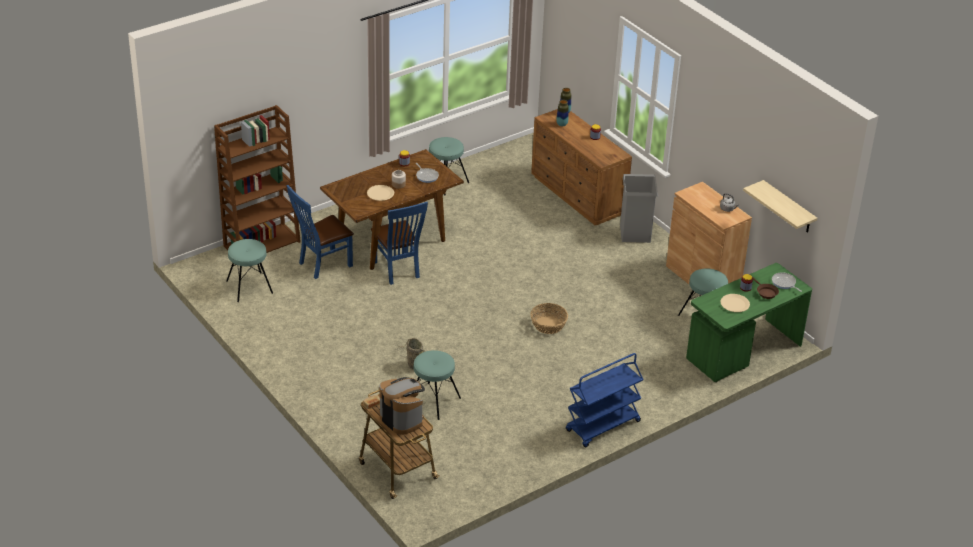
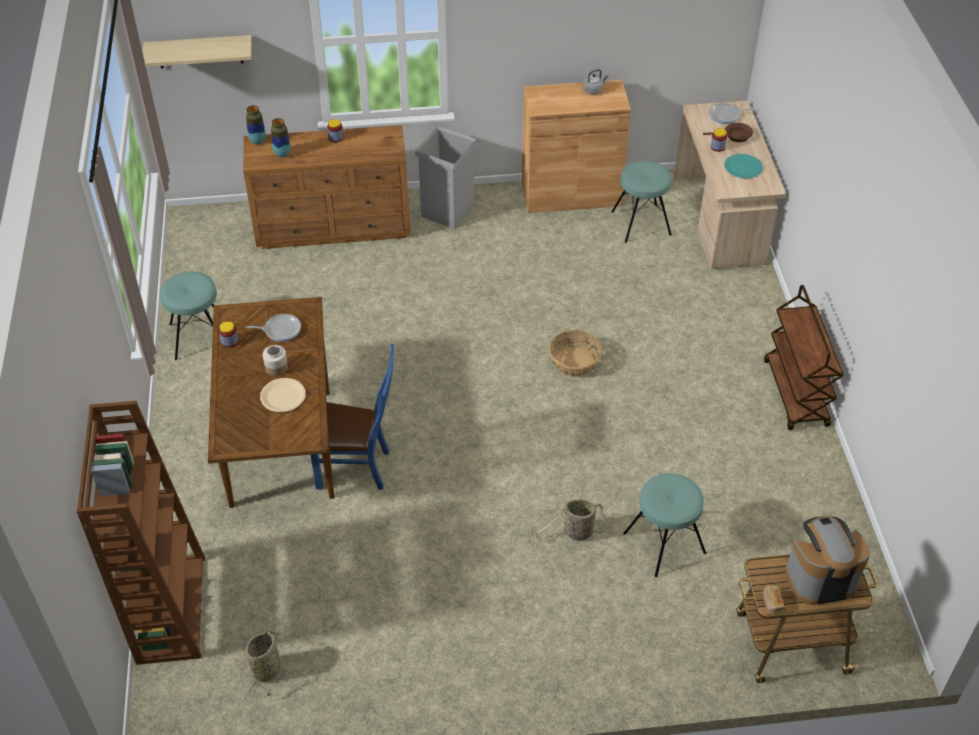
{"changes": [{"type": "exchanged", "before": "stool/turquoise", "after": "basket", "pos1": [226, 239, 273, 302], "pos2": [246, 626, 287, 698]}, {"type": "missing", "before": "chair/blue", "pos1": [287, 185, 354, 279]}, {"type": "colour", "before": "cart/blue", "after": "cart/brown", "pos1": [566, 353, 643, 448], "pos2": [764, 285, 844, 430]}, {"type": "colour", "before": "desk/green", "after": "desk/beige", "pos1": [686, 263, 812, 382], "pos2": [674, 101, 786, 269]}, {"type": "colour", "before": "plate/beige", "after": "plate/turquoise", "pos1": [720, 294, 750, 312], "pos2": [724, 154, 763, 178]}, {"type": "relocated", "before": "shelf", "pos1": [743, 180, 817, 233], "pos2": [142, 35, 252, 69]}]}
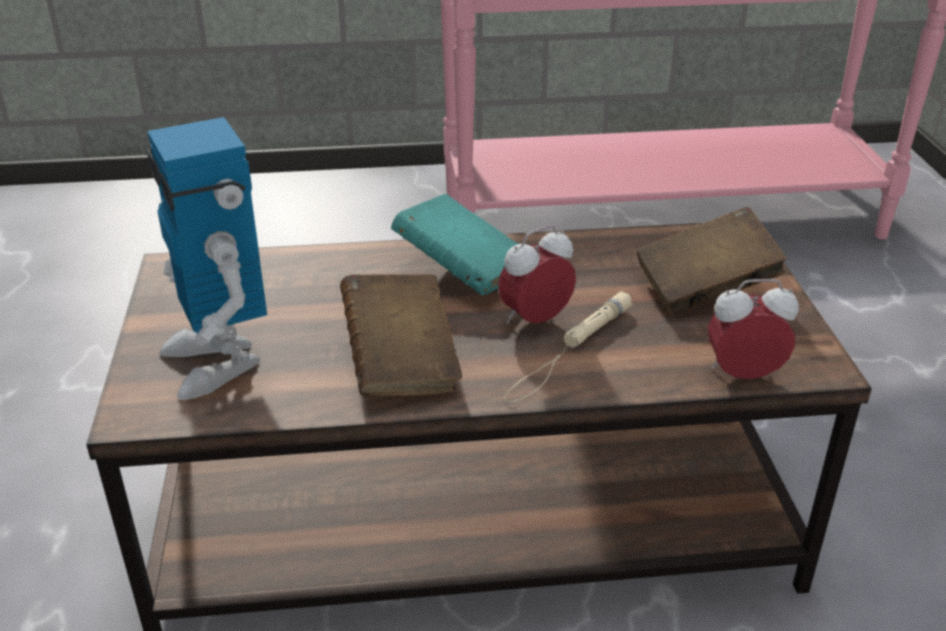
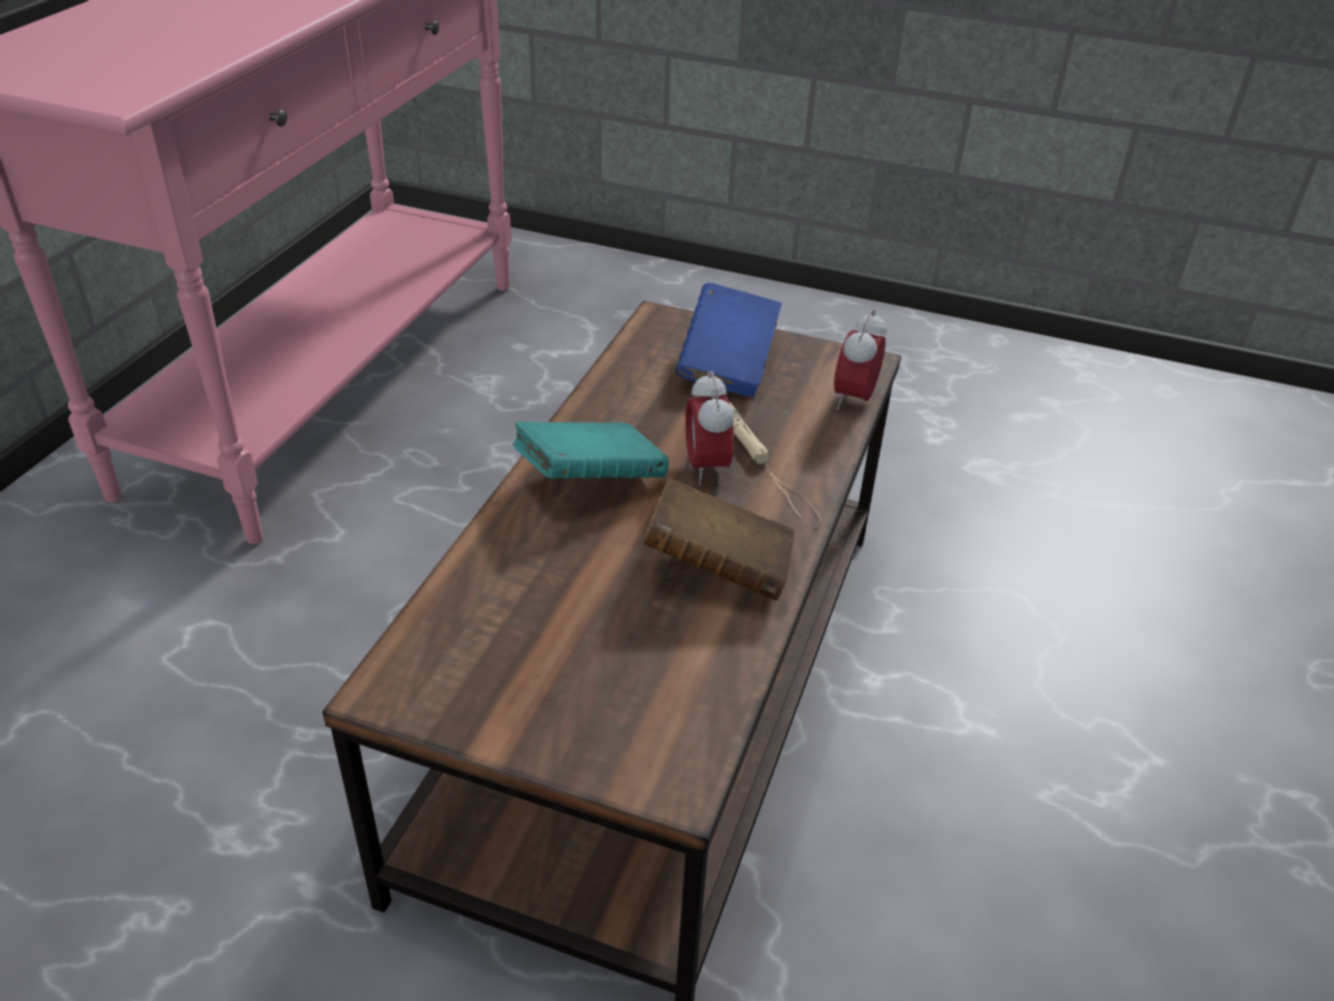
{"changes": [{"type": "missing", "before": "toy robot", "pos1": [147, 117, 267, 400]}, {"type": "colour", "before": "book/brown", "after": "book/blue", "pos1": [637, 207, 787, 315], "pos2": [676, 283, 782, 397]}]}
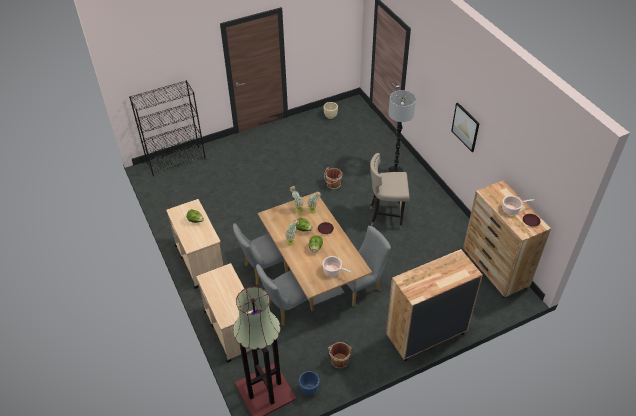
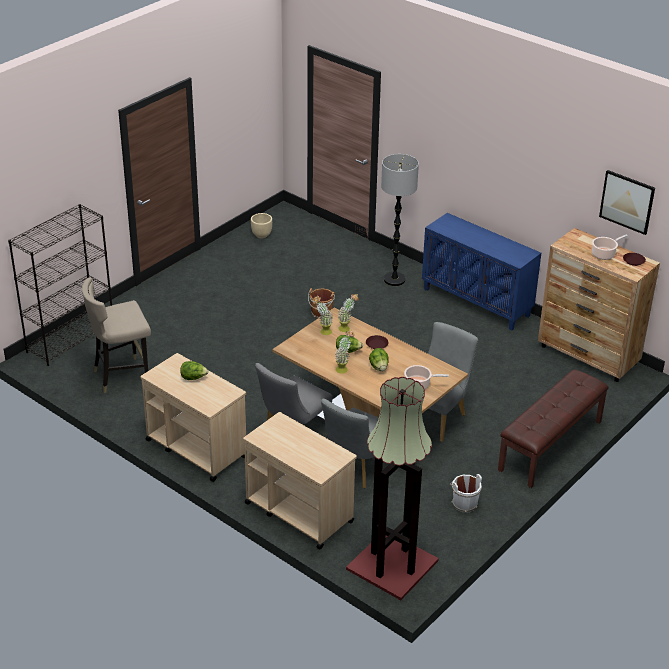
{"changes": [{"type": "missing", "before": "planter/blue", "pos1": [299, 371, 320, 395]}, {"type": "colour", "before": "bucket/brown", "after": "bucket/white", "pos1": [328, 342, 351, 369], "pos2": [450, 474, 482, 512]}, {"type": "relocated", "before": "stool/beige", "pos1": [370, 153, 409, 229], "pos2": [82, 278, 151, 393]}, {"type": "exchanged", "before": "dresser/brown", "after": "bench/brown", "pos1": [386, 249, 483, 361], "pos2": [498, 370, 609, 488]}, {"type": "relocated", "before": "picture", "pos1": [451, 102, 480, 152], "pos2": [599, 170, 655, 235]}, {"type": "appeared", "after": "cabinet/blue", "pos2": [422, 213, 541, 330]}]}
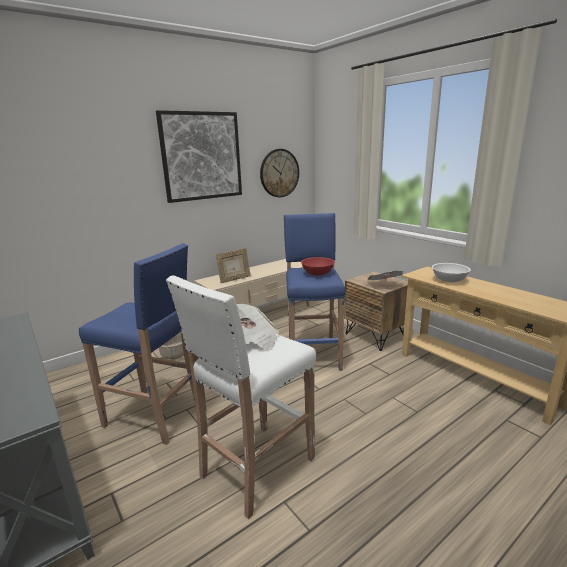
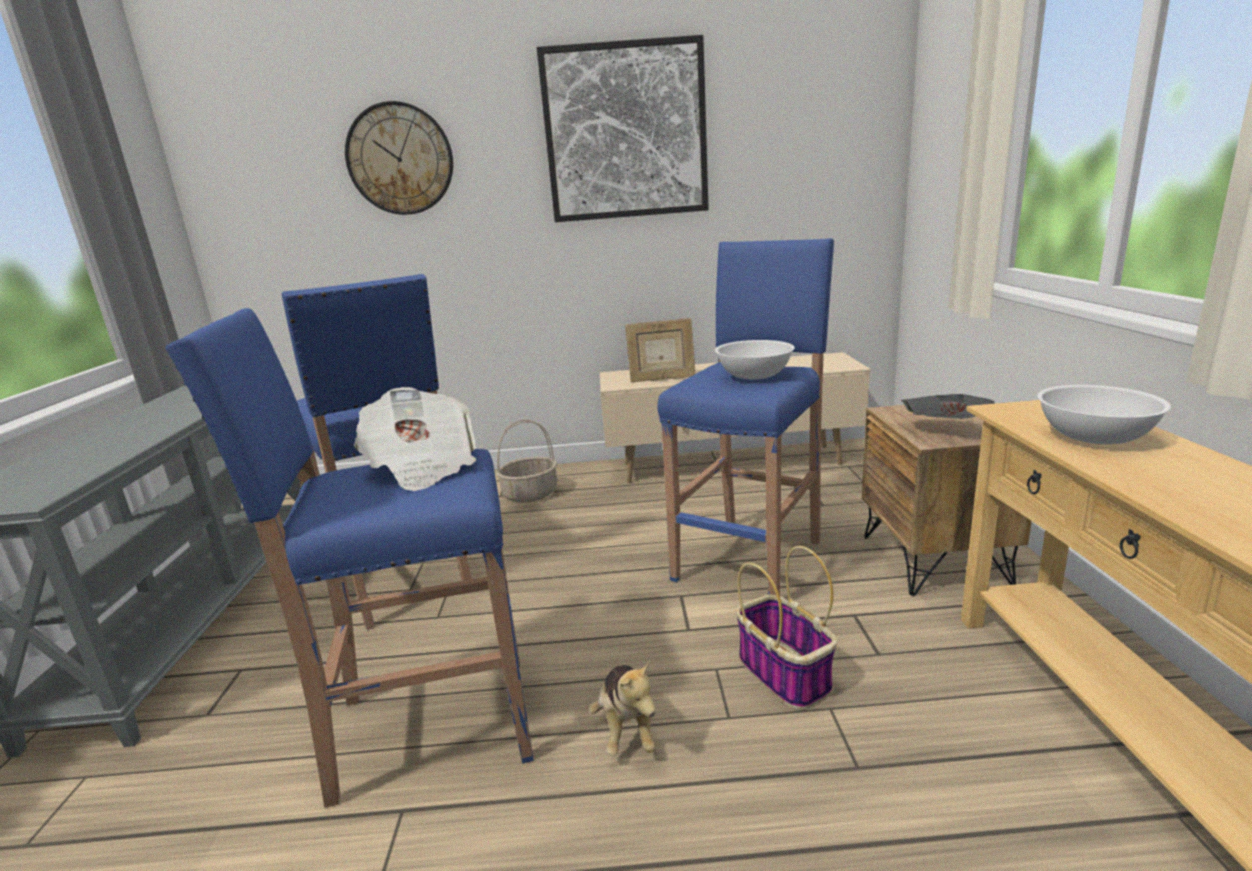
{"changes": [{"type": "colour", "before": "stool/white", "after": "stool/blue", "pos1": [166, 275, 316, 519], "pos2": [165, 308, 534, 808]}, {"type": "relocated", "before": "wall clock", "pos1": [260, 149, 299, 197], "pos2": [345, 101, 453, 215]}, {"type": "colour", "before": "bowl/red", "after": "bowl/white", "pos1": [301, 257, 335, 275], "pos2": [715, 340, 795, 379]}, {"type": "appeared", "after": "plush toy", "pos2": [588, 660, 656, 756]}, {"type": "appeared", "after": "basket", "pos2": [736, 546, 837, 710]}]}
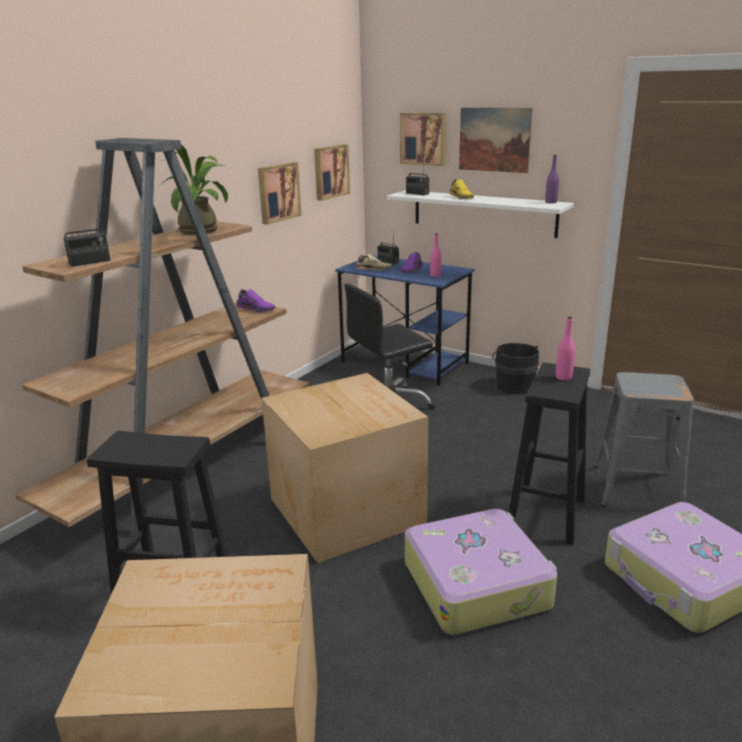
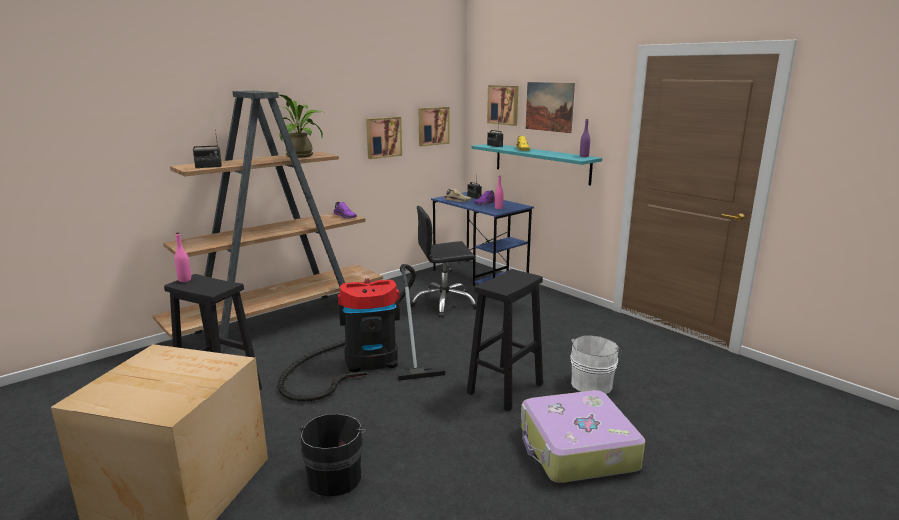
{"changes": [{"type": "exchanged", "before": "cardboard box", "after": "vacuum cleaner", "pos1": [262, 373, 428, 563], "pos2": [278, 264, 445, 402]}, {"type": "colour", "before": "shelf/white", "after": "shelf/turquoise", "pos1": [387, 190, 574, 238], "pos2": [471, 144, 602, 186]}, {"type": "missing", "before": "suitcase", "pos1": [405, 509, 557, 635]}, {"type": "relocated", "before": "bucket/black", "pos1": [492, 343, 539, 394], "pos2": [300, 414, 366, 496]}, {"type": "relocated", "before": "bottle/pink", "pos1": [556, 316, 575, 381], "pos2": [174, 232, 191, 282]}, {"type": "exchanged", "before": "stool/grey", "after": "bucket/white", "pos1": [594, 372, 694, 507], "pos2": [570, 335, 622, 394]}]}
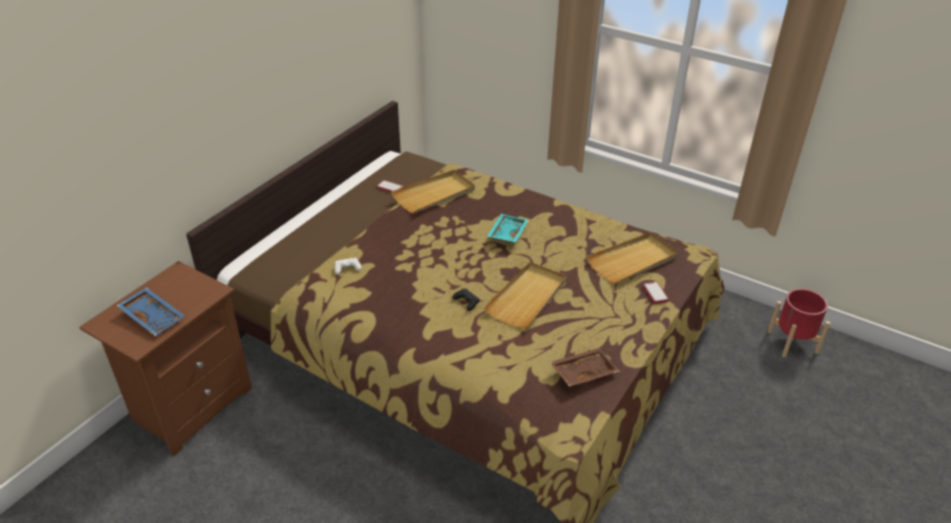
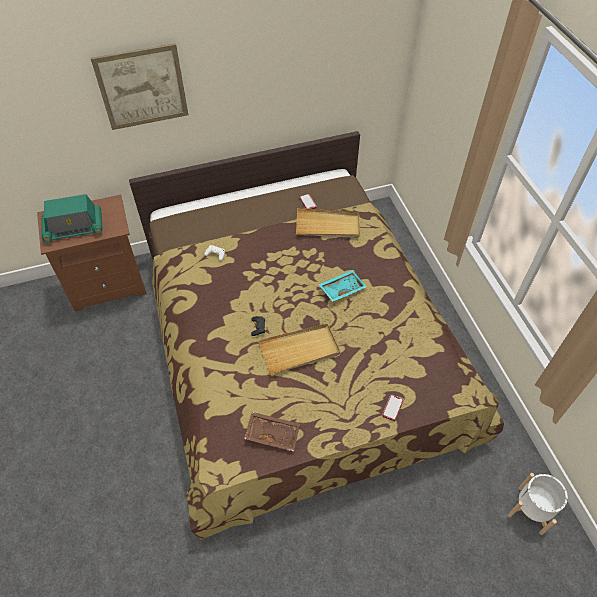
{"changes": [{"type": "exchanged", "before": "tray/blue", "after": "radio", "pos1": [117, 287, 185, 336], "pos2": [41, 194, 103, 243]}, {"type": "missing", "before": "tray/beige", "pos1": [586, 232, 678, 284]}, {"type": "colour", "before": "planter/red", "after": "planter/white", "pos1": [767, 289, 830, 357], "pos2": [508, 473, 568, 535]}, {"type": "appeared", "after": "picture", "pos2": [91, 43, 188, 130]}]}
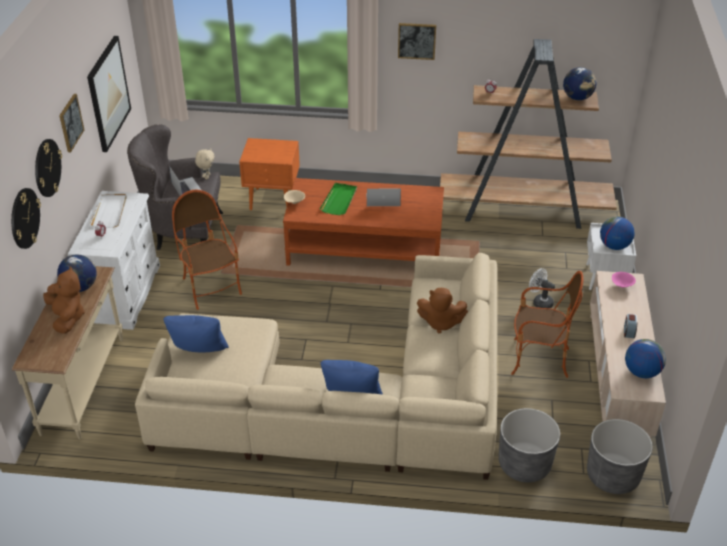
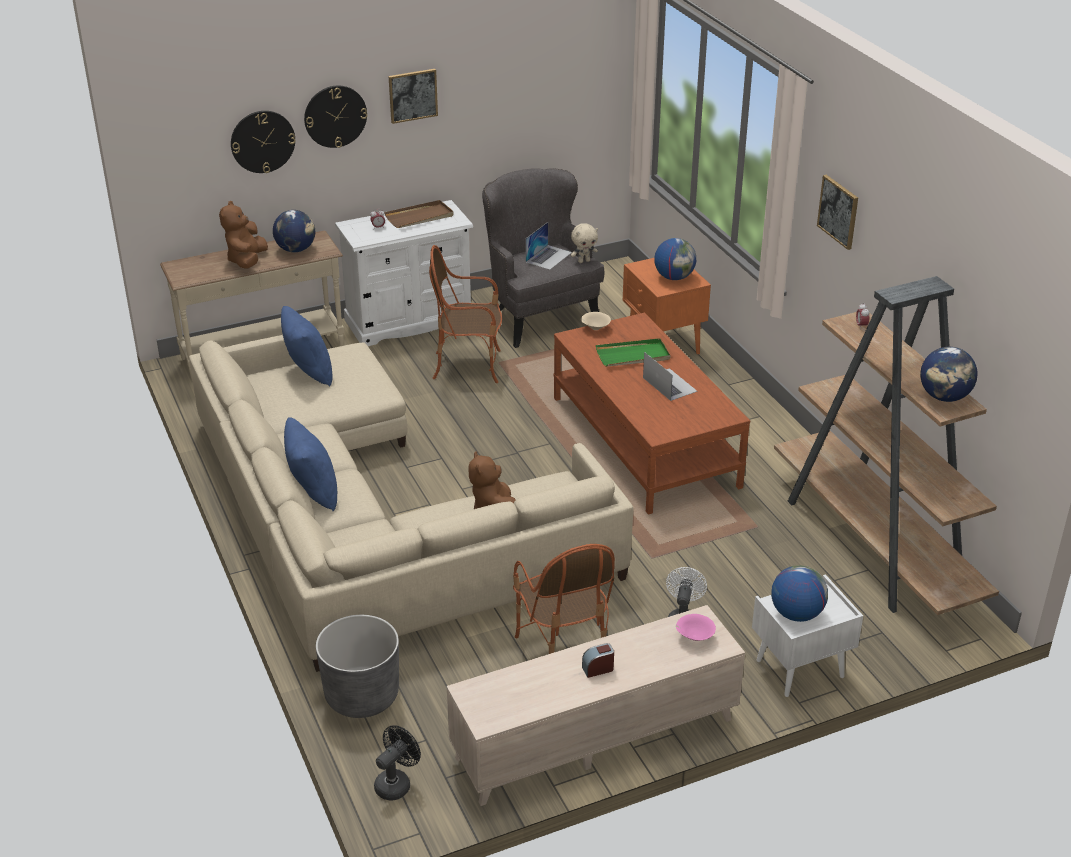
{"changes": [{"type": "spun", "before": "plush toy/brown", "pos1": [43, 267, 85, 334], "pos2": [219, 201, 268, 269], "turn": 150}, {"type": "missing", "before": "picture", "pos1": [87, 36, 131, 152]}, {"type": "colour", "before": "tray/white", "after": "tray/brown", "pos1": [90, 194, 126, 228], "pos2": [385, 200, 454, 228]}, {"type": "spun", "before": "armchair", "pos1": [172, 190, 242, 310], "pos2": [429, 245, 502, 383], "turn": -120}, {"type": "exchanged", "before": "planter/grey", "after": "fan/black", "pos1": [587, 419, 653, 494], "pos2": [374, 725, 421, 800]}, {"type": "relocated", "before": "globe", "pos1": [625, 339, 666, 378], "pos2": [654, 238, 696, 280]}]}
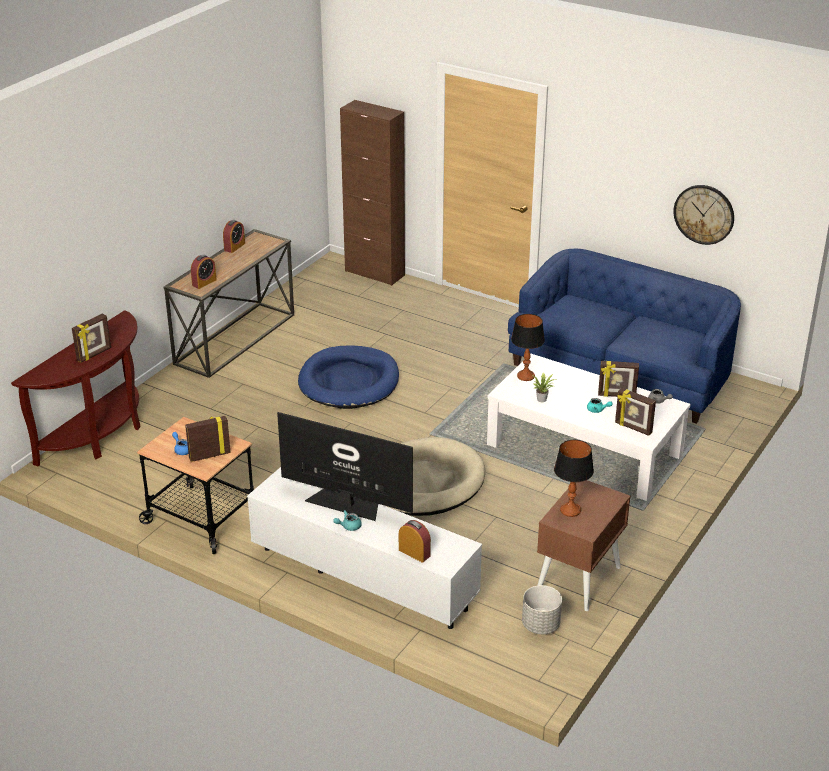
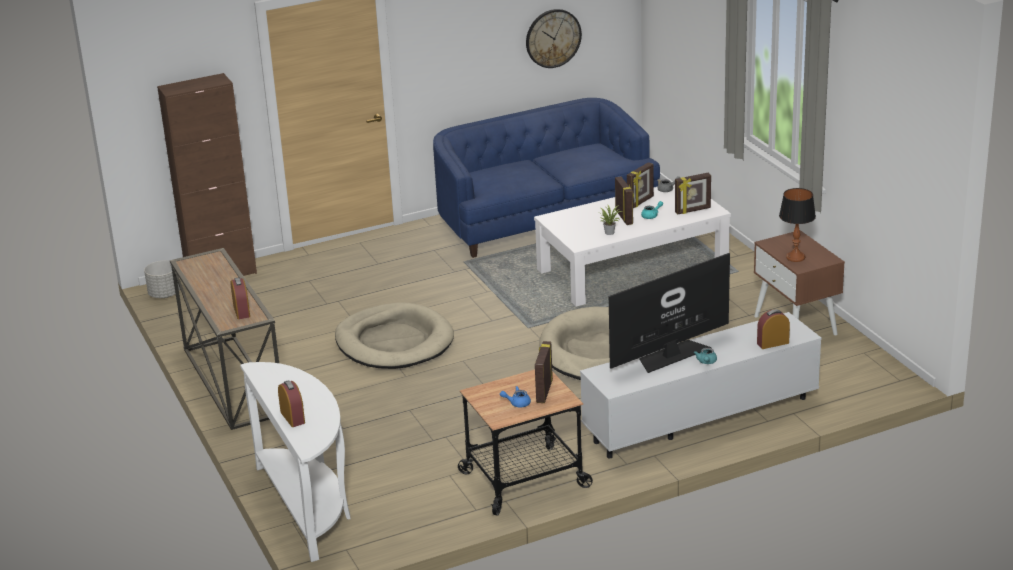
{"changes": [{"type": "colour", "before": "console table/brown", "after": "console table/white", "pos1": [11, 310, 141, 467], "pos2": [240, 362, 351, 562]}, {"type": "relocated", "before": "picture frame", "pos1": [72, 314, 111, 362], "pos2": [615, 176, 634, 225]}, {"type": "relocated", "before": "alarm clock", "pos1": [223, 220, 245, 253], "pos2": [278, 380, 305, 427]}, {"type": "colour", "before": "dog bed/blue", "after": "dog bed/beige", "pos1": [298, 345, 399, 409], "pos2": [335, 302, 454, 369]}, {"type": "missing", "before": "table lamp", "pos1": [511, 314, 545, 381]}, {"type": "relocated", "before": "planter/grey", "pos1": [522, 585, 562, 634], "pos2": [144, 261, 180, 298]}]}
